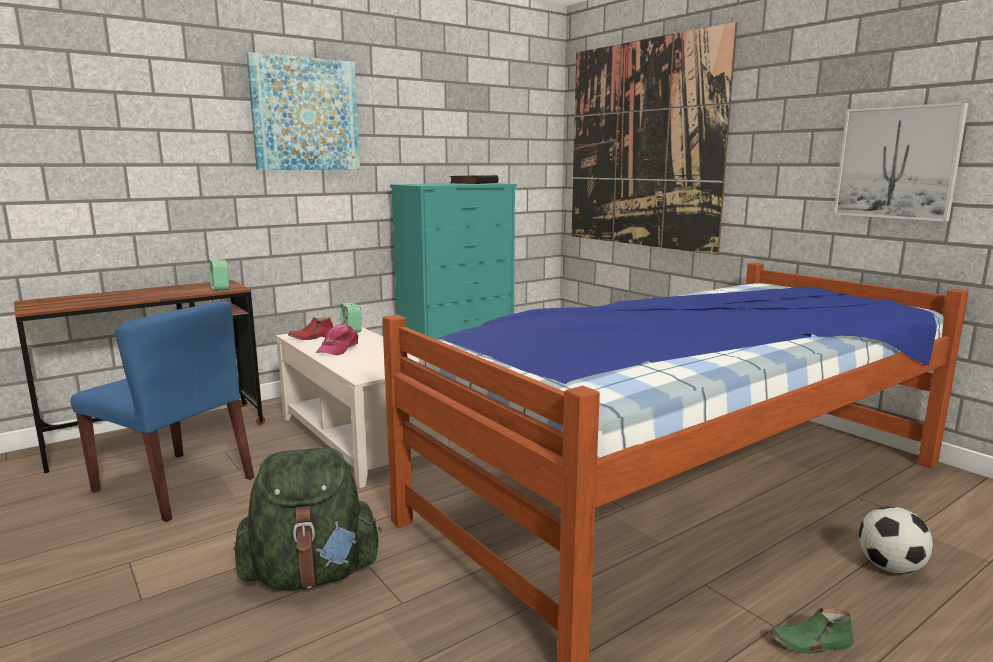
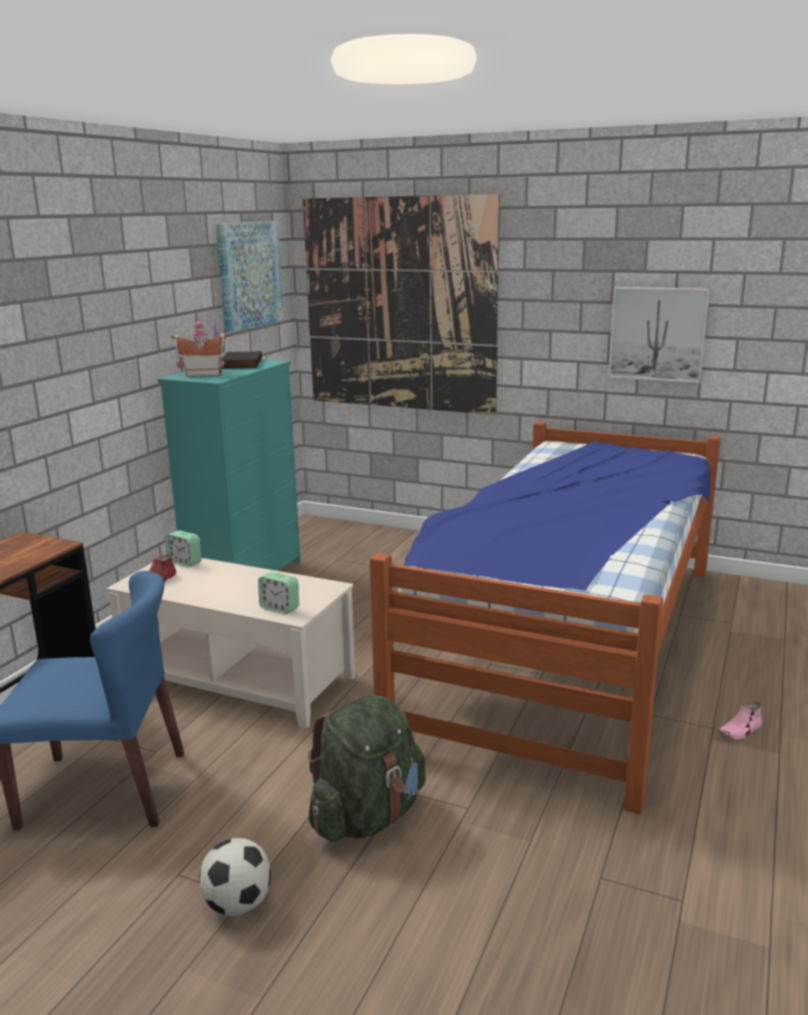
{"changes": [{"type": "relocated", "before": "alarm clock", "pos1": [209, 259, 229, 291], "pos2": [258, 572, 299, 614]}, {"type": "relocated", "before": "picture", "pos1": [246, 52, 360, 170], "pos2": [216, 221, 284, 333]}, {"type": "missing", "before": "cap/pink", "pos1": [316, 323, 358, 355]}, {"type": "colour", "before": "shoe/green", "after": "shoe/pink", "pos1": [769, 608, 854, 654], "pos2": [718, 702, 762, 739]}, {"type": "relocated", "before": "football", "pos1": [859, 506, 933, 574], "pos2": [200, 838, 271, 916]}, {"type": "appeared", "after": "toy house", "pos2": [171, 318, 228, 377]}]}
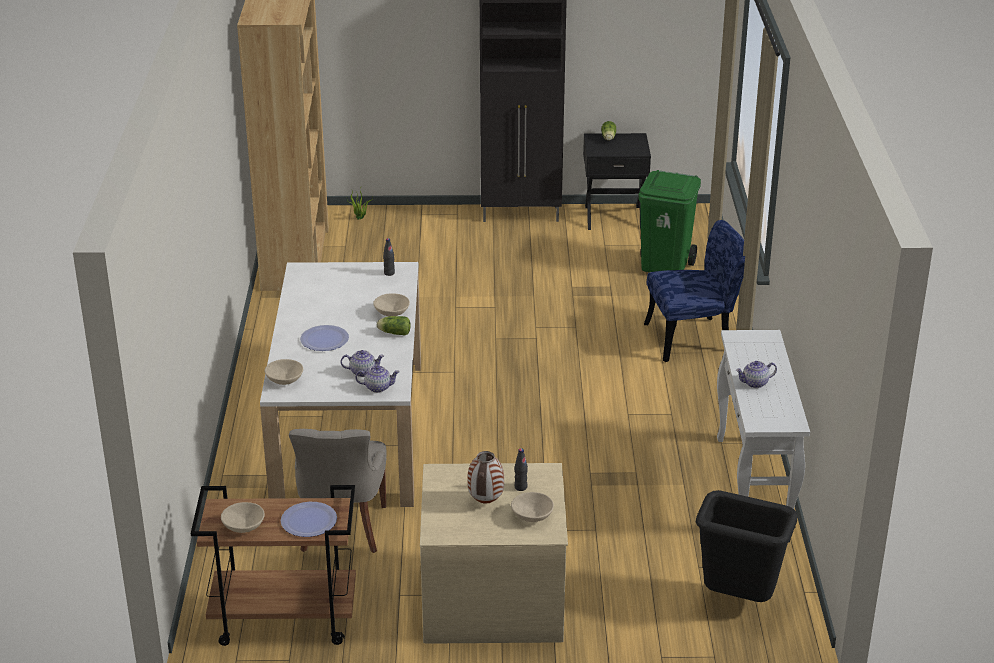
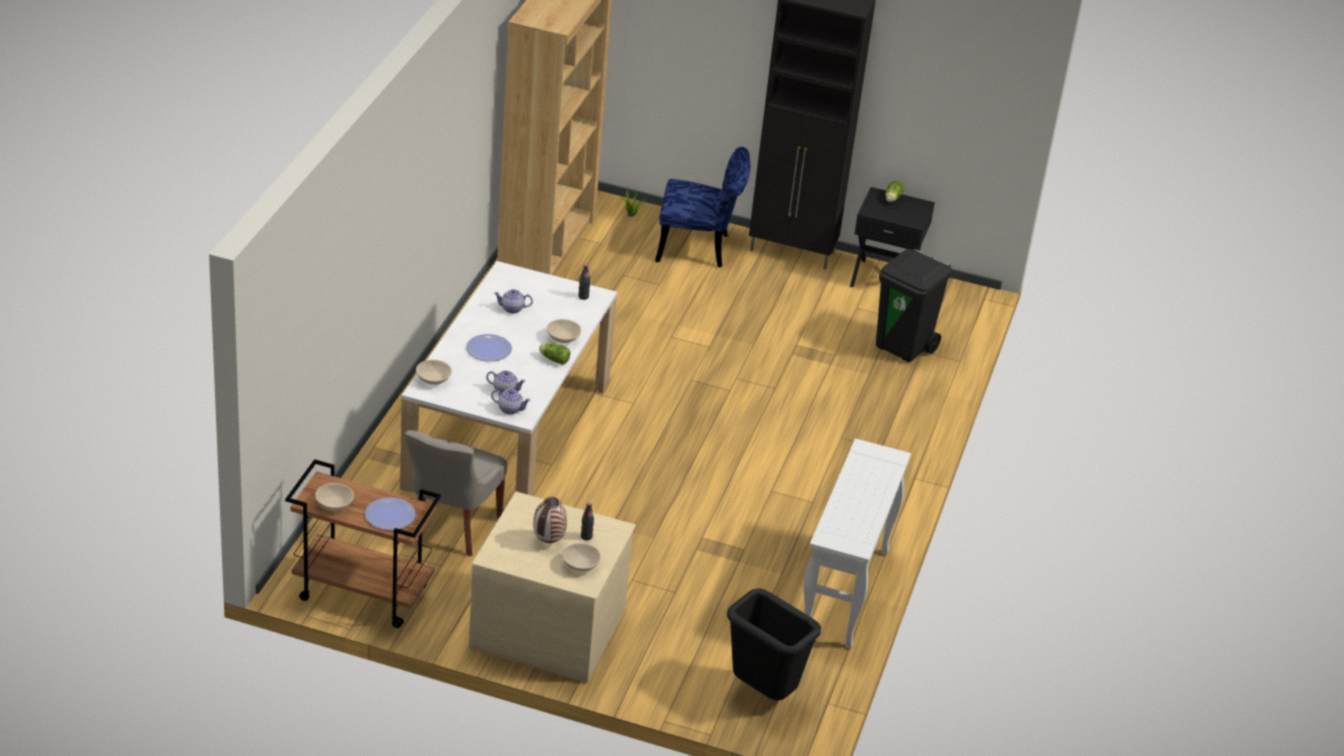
{"changes": [{"type": "colour", "before": "trash can/green", "after": "trash can/black", "pos1": [639, 170, 701, 272], "pos2": [876, 249, 952, 362]}, {"type": "relocated", "before": "chair/blue", "pos1": [644, 220, 745, 362], "pos2": [655, 147, 751, 267]}, {"type": "relocated", "before": "teapot", "pos1": [736, 361, 777, 388], "pos2": [494, 289, 533, 313]}]}
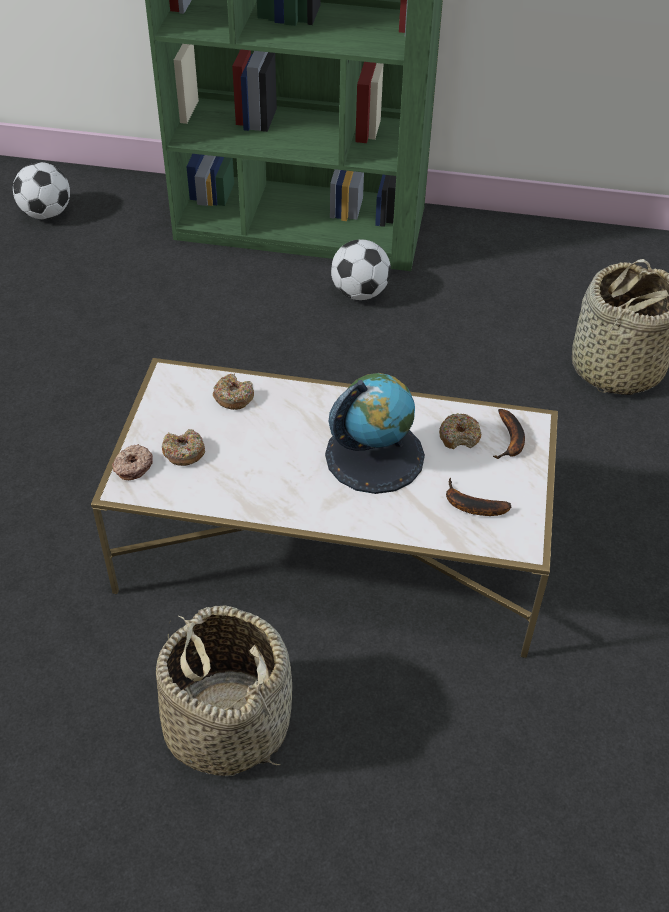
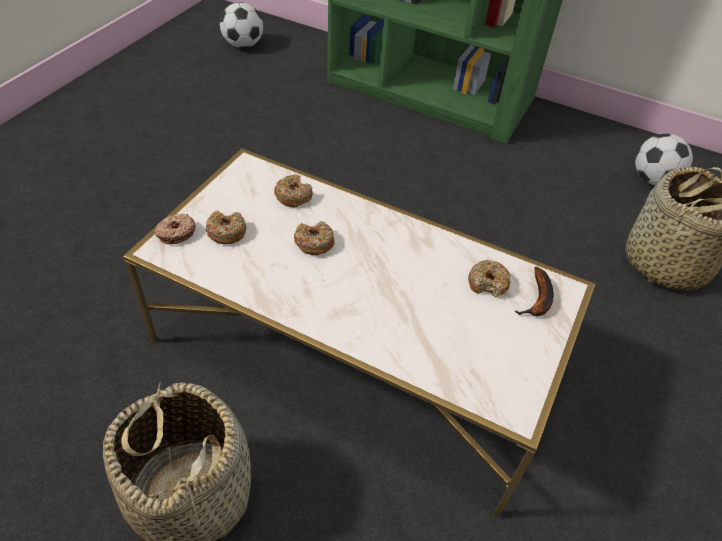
{"changes": [{"type": "missing", "before": "globe", "pos1": [325, 373, 425, 494]}, {"type": "relocated", "before": "football", "pos1": [331, 239, 391, 300], "pos2": [635, 134, 693, 186]}, {"type": "missing", "before": "banana", "pos1": [446, 478, 511, 516]}, {"type": "appeared", "after": "donut", "pos2": [294, 221, 335, 255]}]}
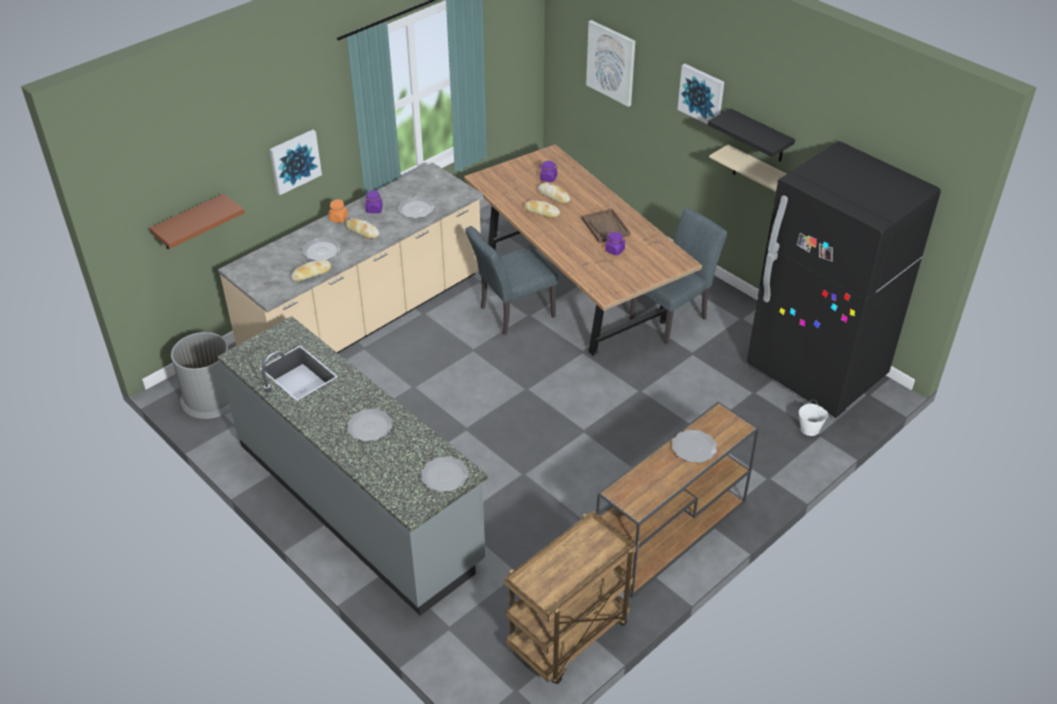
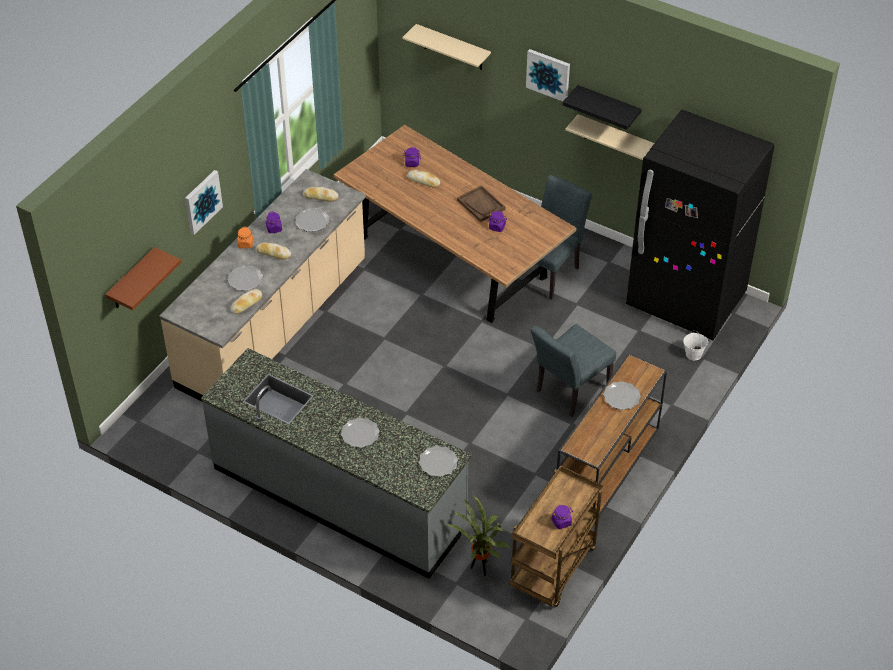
{"changes": [{"type": "missing", "before": "trash can/grey", "pos1": [171, 332, 231, 419]}, {"type": "relocated", "before": "chair/grey", "pos1": [465, 226, 558, 335], "pos2": [531, 324, 616, 417]}, {"type": "relocated", "before": "bread", "pos1": [524, 200, 560, 218], "pos2": [303, 187, 339, 202]}, {"type": "exchanged", "before": "picture", "after": "shelf/beige", "pos1": [586, 20, 635, 107], "pos2": [402, 24, 491, 70]}, {"type": "appeared", "after": "potted plant", "pos2": [445, 495, 510, 576]}, {"type": "appeared", "after": "jar/purple", "pos2": [551, 505, 572, 529]}]}
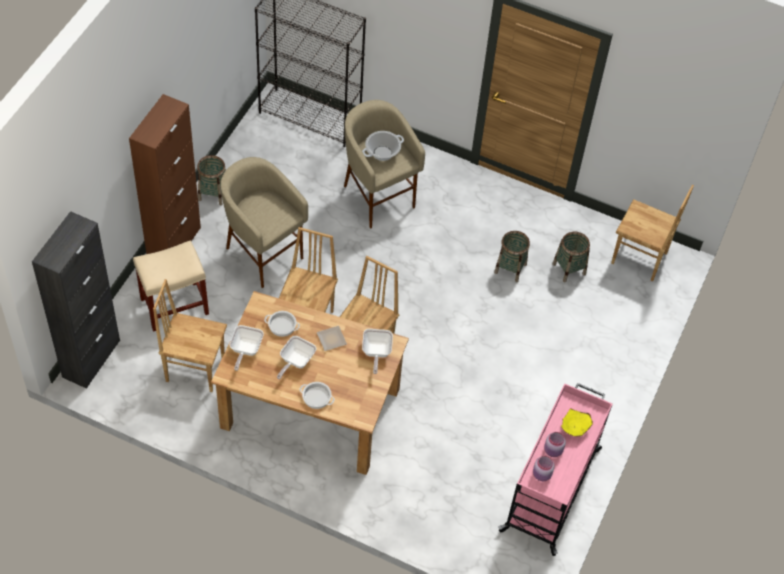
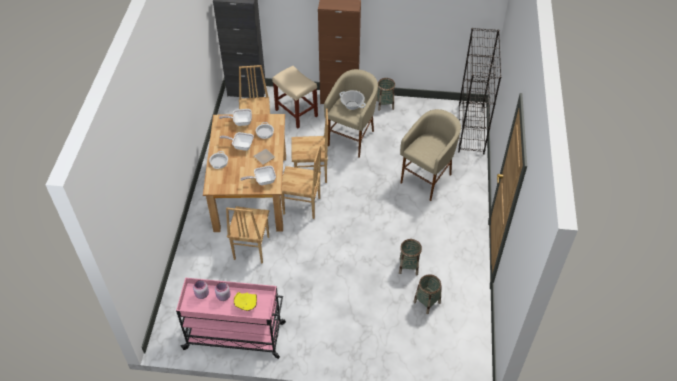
{"changes": [{"type": "relocated", "before": "cooking pot", "pos1": [362, 131, 404, 161], "pos2": [339, 90, 366, 110]}, {"type": "relocated", "before": "chair/brown", "pos1": [611, 185, 694, 281], "pos2": [226, 206, 269, 263]}]}
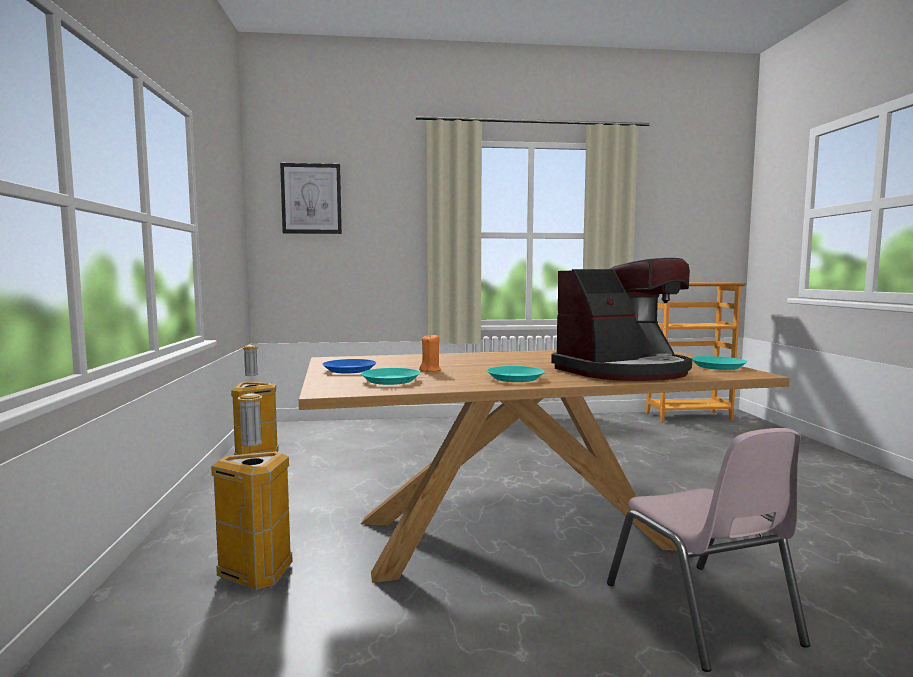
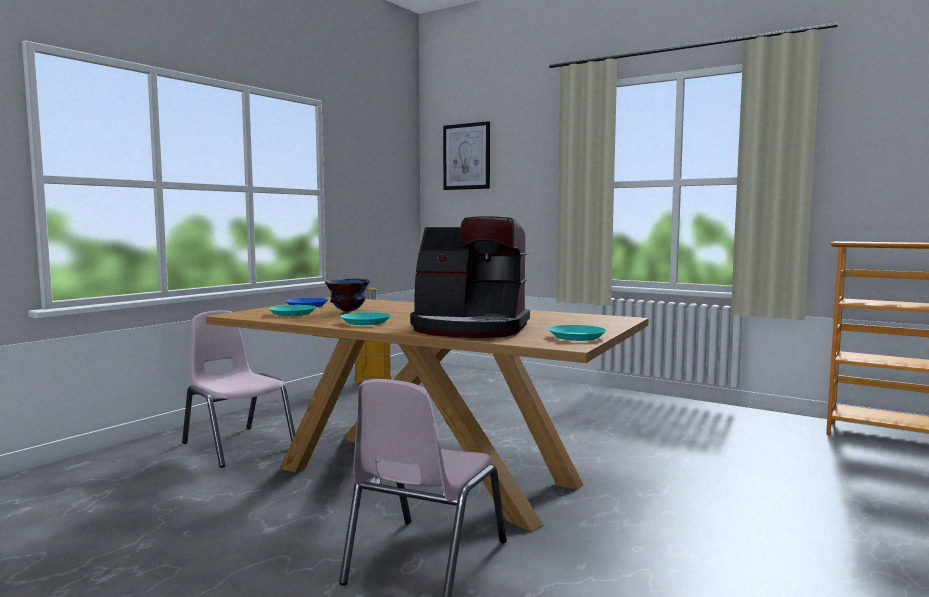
{"changes": [{"type": "exchanged", "before": "trash can", "after": "chair/pink", "pos1": [211, 393, 293, 590], "pos2": [182, 310, 295, 468]}, {"type": "exchanged", "before": "candle/orange", "after": "bowl/blue", "pos1": [419, 333, 441, 372], "pos2": [325, 279, 370, 312]}]}
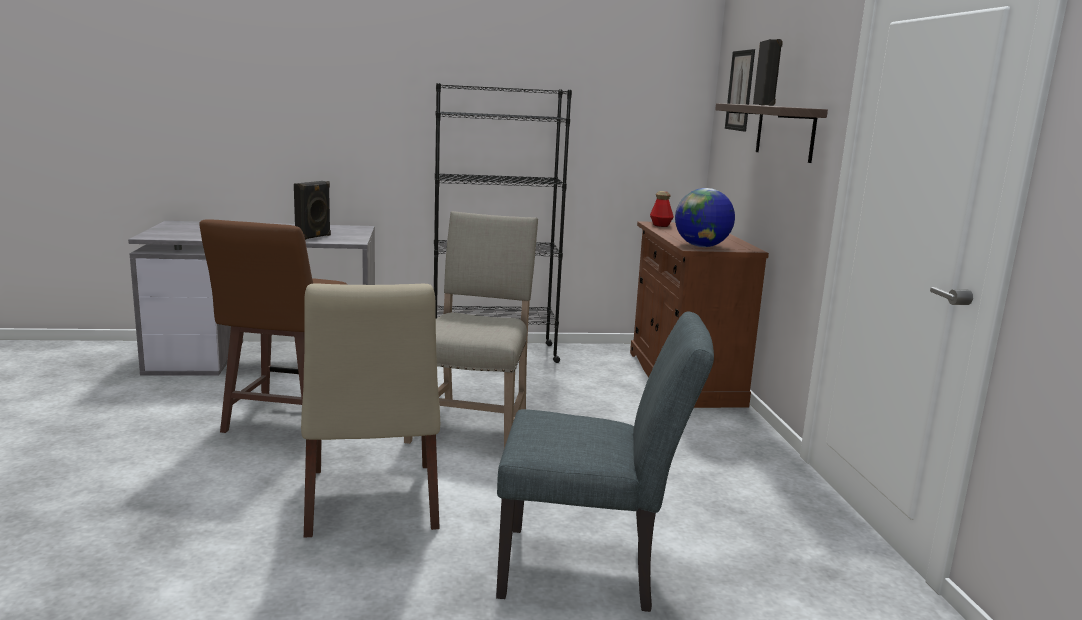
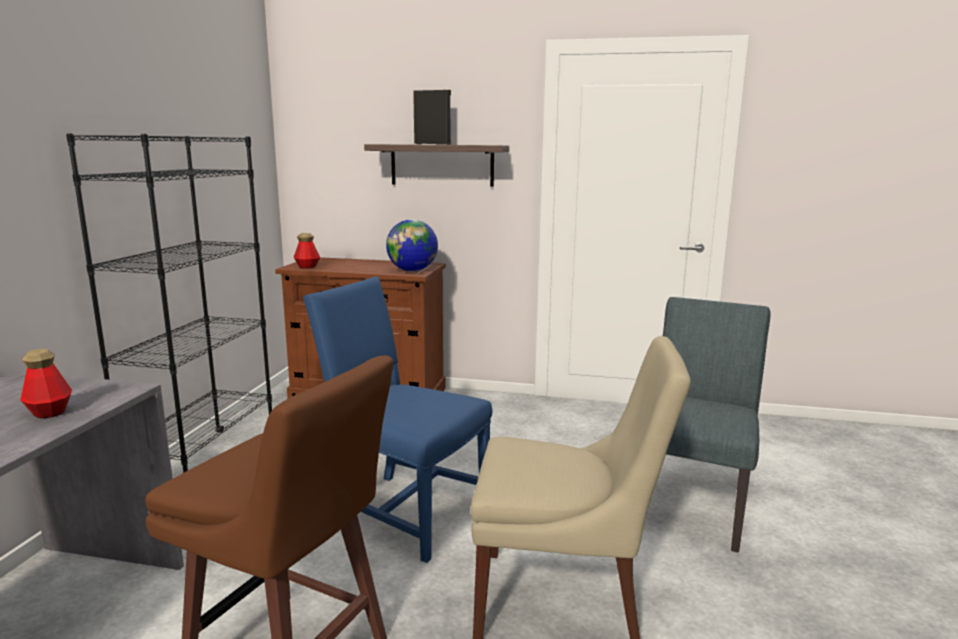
{"changes": [{"type": "exchanged", "before": "speaker/black", "after": "bottle", "pos1": [294, 181, 331, 240], "pos2": [20, 349, 72, 418]}, {"type": "colour", "before": "chair/beige", "after": "chair/blue", "pos1": [404, 211, 538, 448], "pos2": [303, 276, 492, 563]}, {"type": "missing", "before": "picture", "pos1": [725, 49, 755, 132]}]}
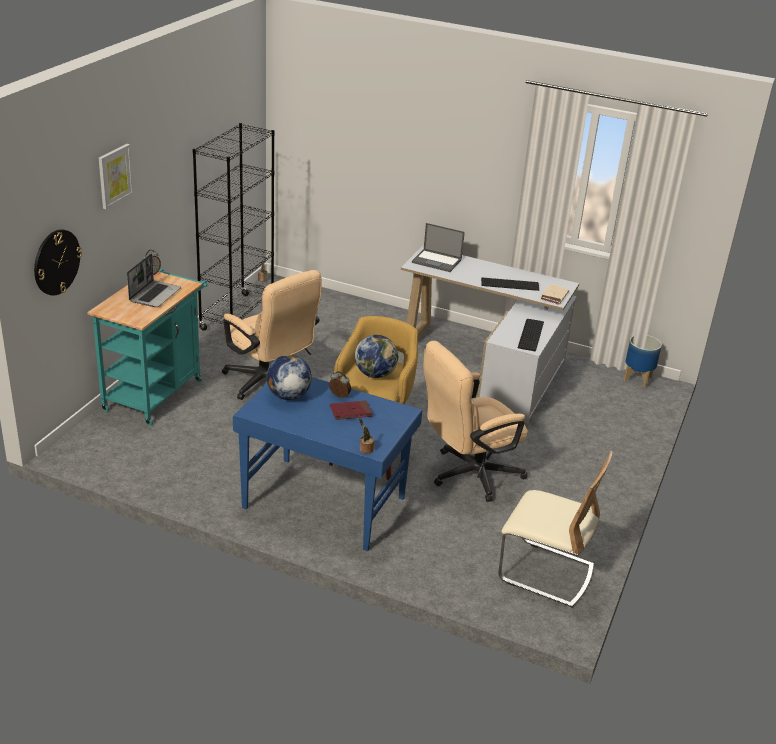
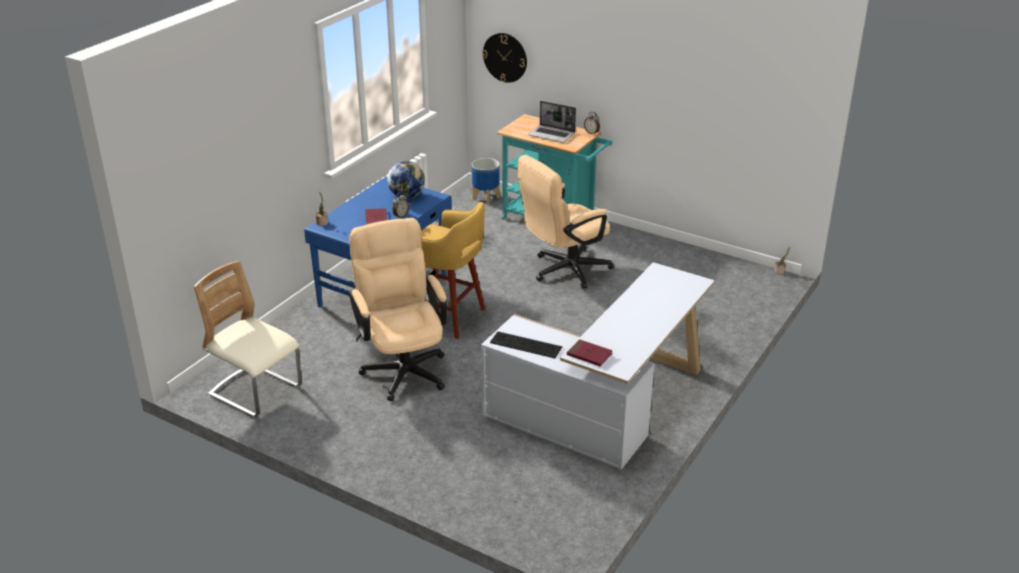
{"changes": [{"type": "missing", "before": "picture", "pos1": [99, 144, 134, 209]}, {"type": "missing", "before": "bookcase/black", "pos1": [193, 123, 275, 330]}, {"type": "missing", "before": "globe", "pos1": [355, 335, 398, 378]}, {"type": "missing", "before": "laptop", "pos1": [412, 223, 465, 272]}, {"type": "missing", "before": "keyboard", "pos1": [481, 277, 539, 291]}, {"type": "spun", "before": "chair/beige", "pos1": [498, 451, 613, 608], "pos2": [194, 261, 302, 417], "turn": 90}, {"type": "colour", "before": "book/beige", "after": "book/red", "pos1": [540, 284, 569, 305], "pos2": [567, 339, 613, 366]}, {"type": "relocated", "before": "planter", "pos1": [623, 335, 662, 388], "pos2": [472, 158, 500, 205]}]}
